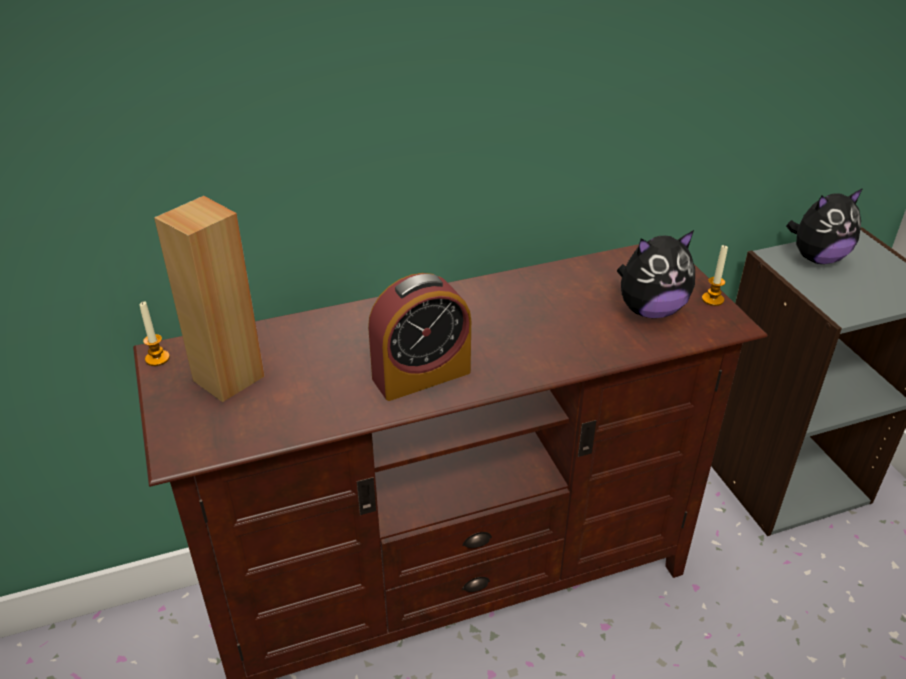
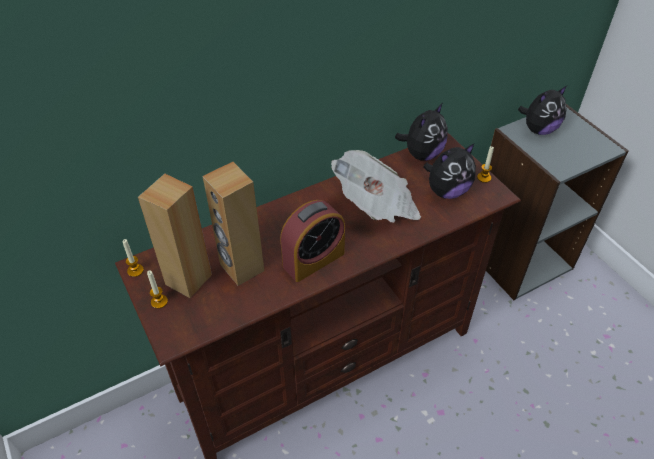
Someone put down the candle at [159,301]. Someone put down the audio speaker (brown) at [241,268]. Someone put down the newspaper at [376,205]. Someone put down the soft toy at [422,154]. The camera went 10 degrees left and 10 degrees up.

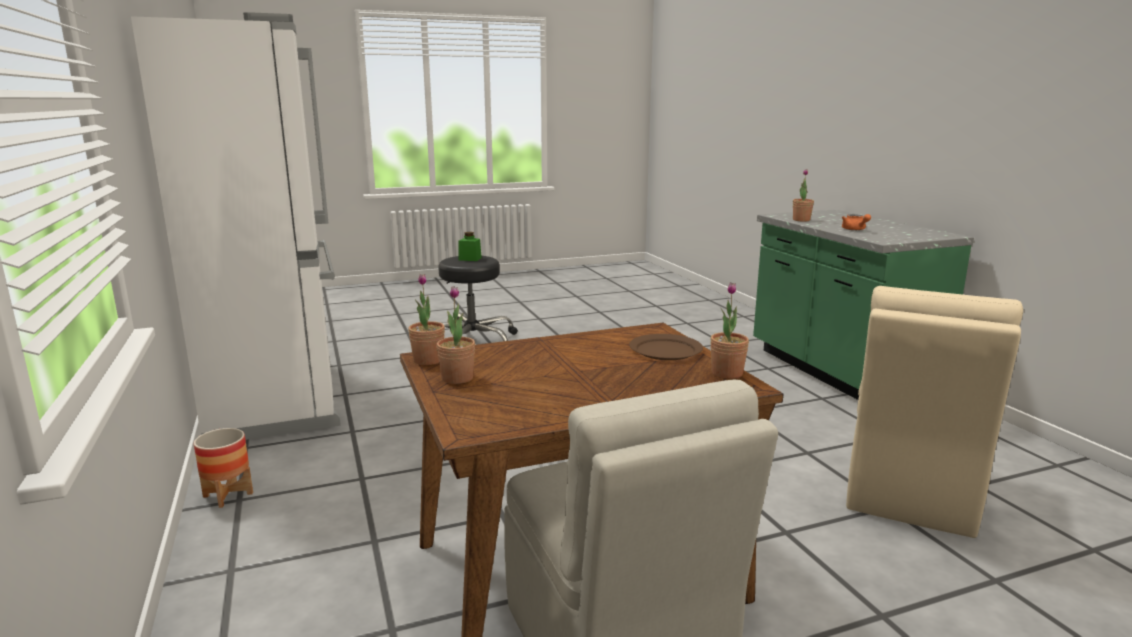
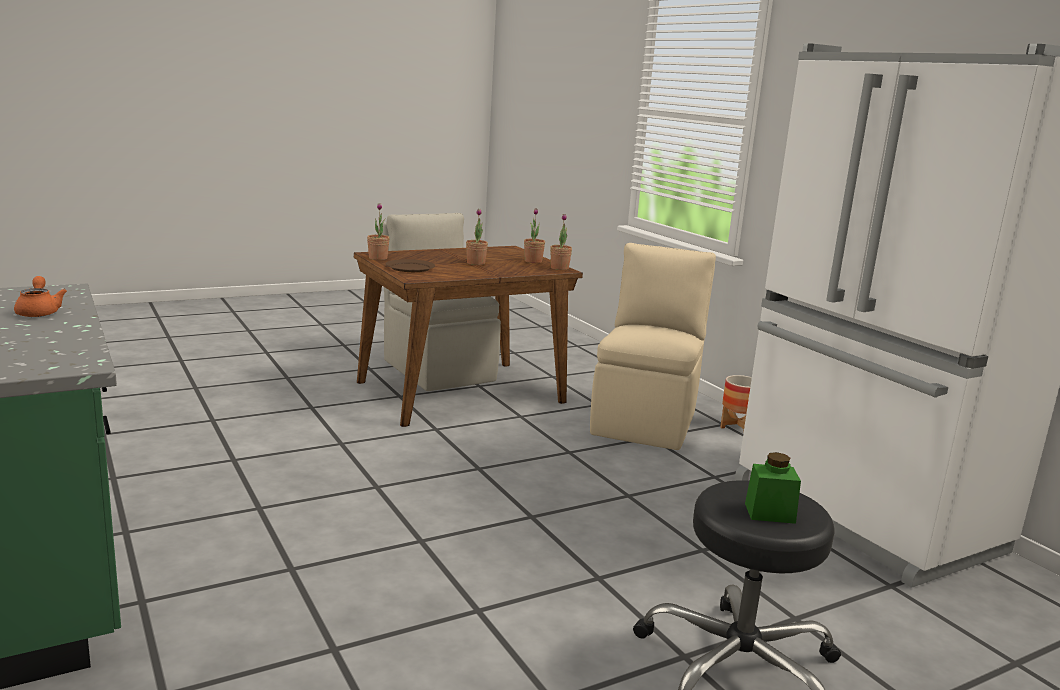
Someone carried the potted plant from [801,220] to [476,263]. Someone carried the upright chair (beige-coloured) from [909,491] to [645,421]. The camera went 170 degrees right and 0 degrees up.

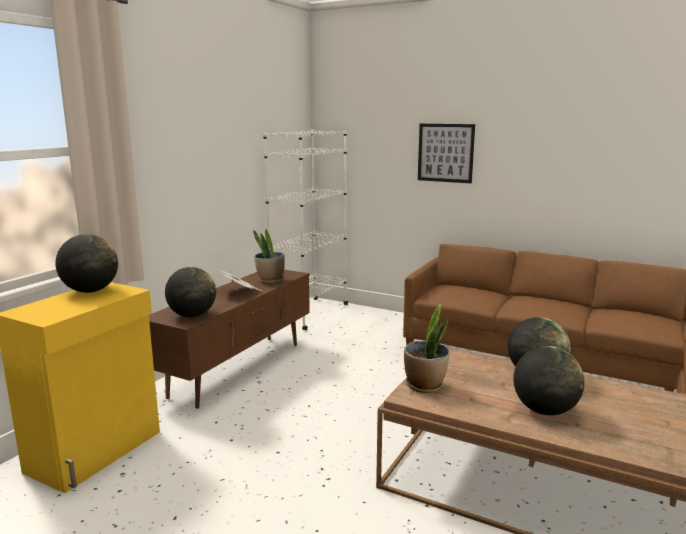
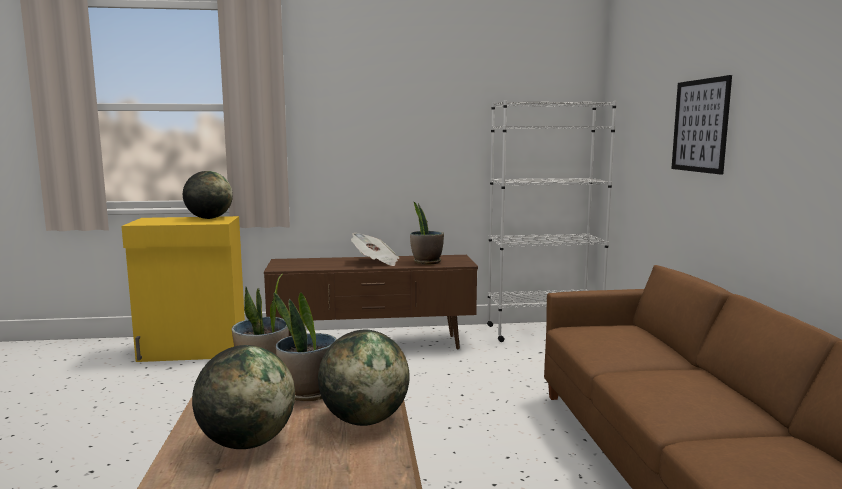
Someone put down the potted plant at [309,393]. Someone took away the globe at [192,315]. The camera went 55 degrees right and 5 degrees down.

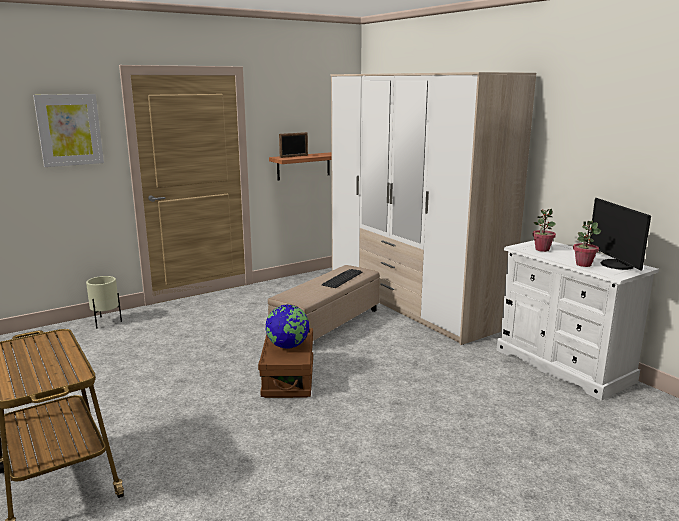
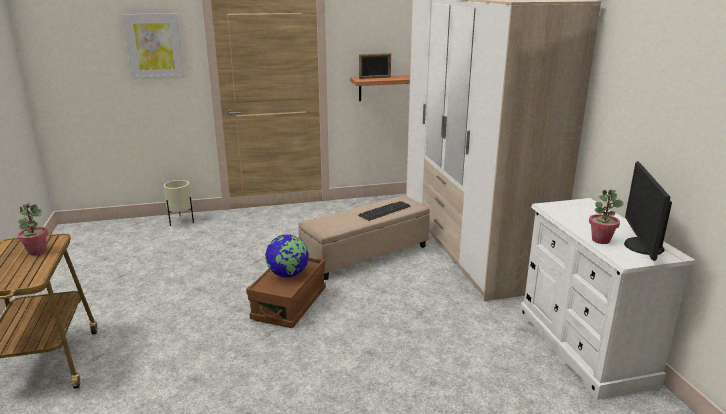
Someone carried the potted plant from [542,249] to [36,251]. The camera went 20 degrees right and 5 degrees up.

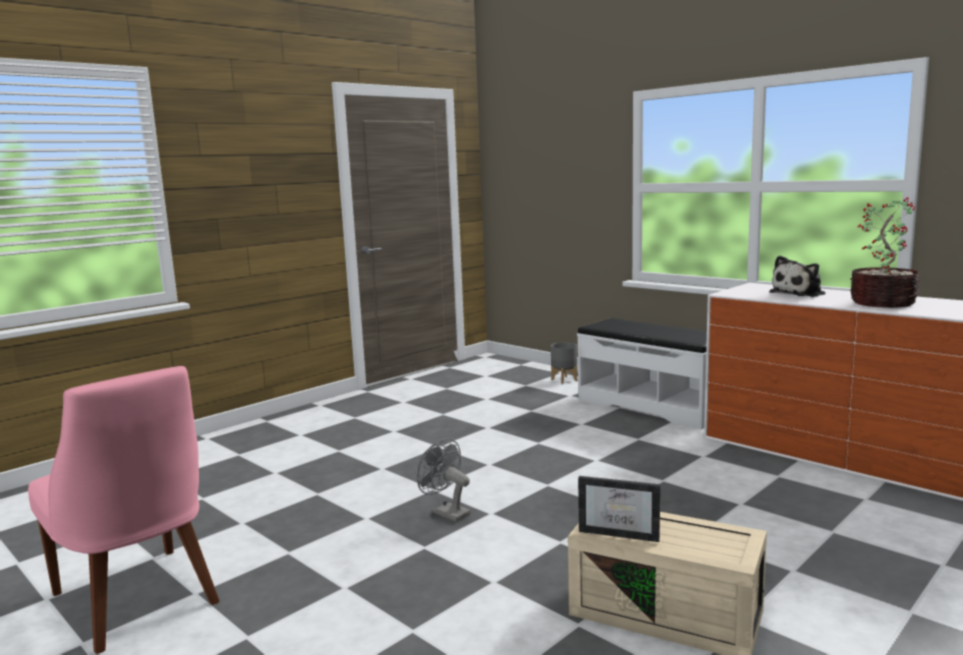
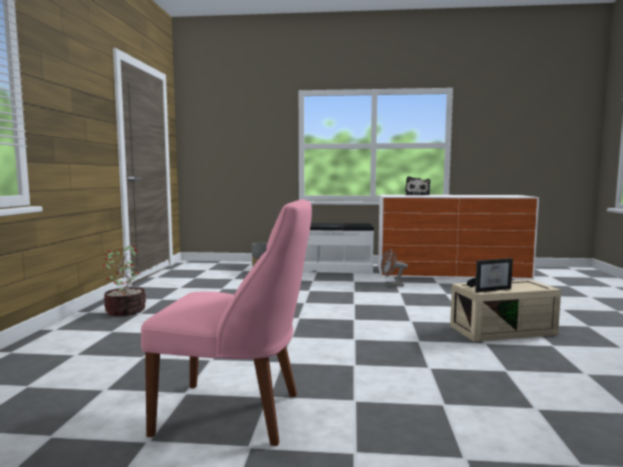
Someone carried the potted plant from [883,302] to [126,311]. Someone carried the electric fan (greyish) from [446,512] to [391,285]. The camera went 40 degrees left and 5 degrees down.

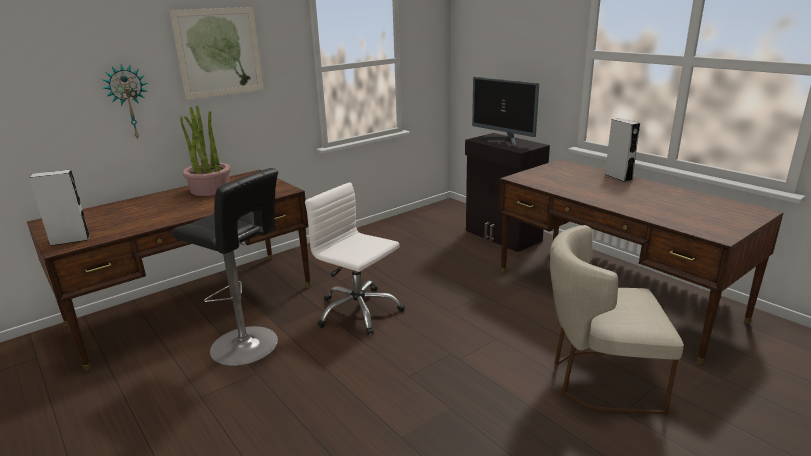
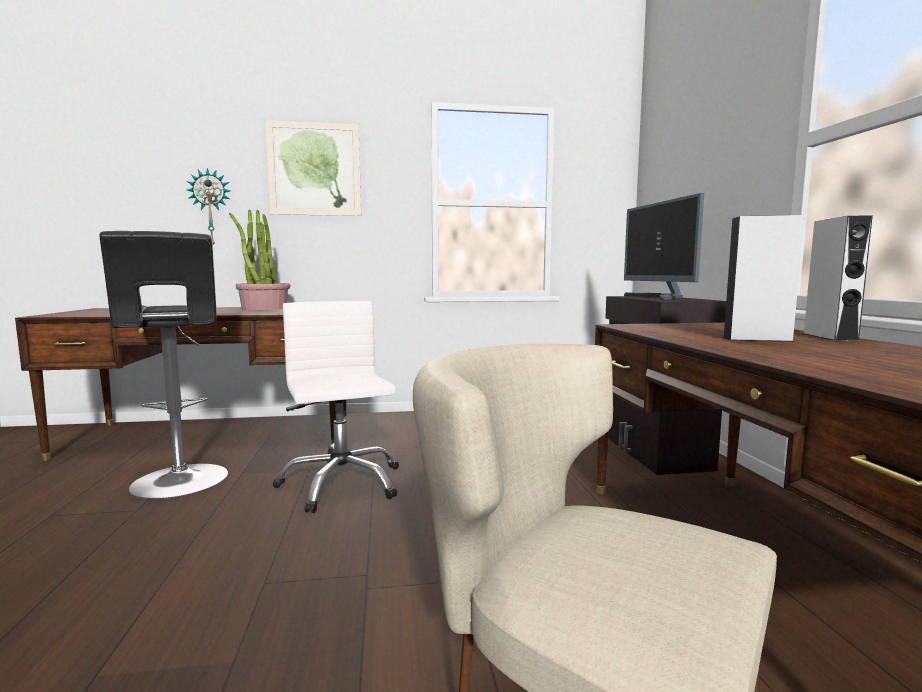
Someone carried the audio speaker (greyish) from [70,240] to [757,339]. The camera went 30 degrees right and 15 degrees down.

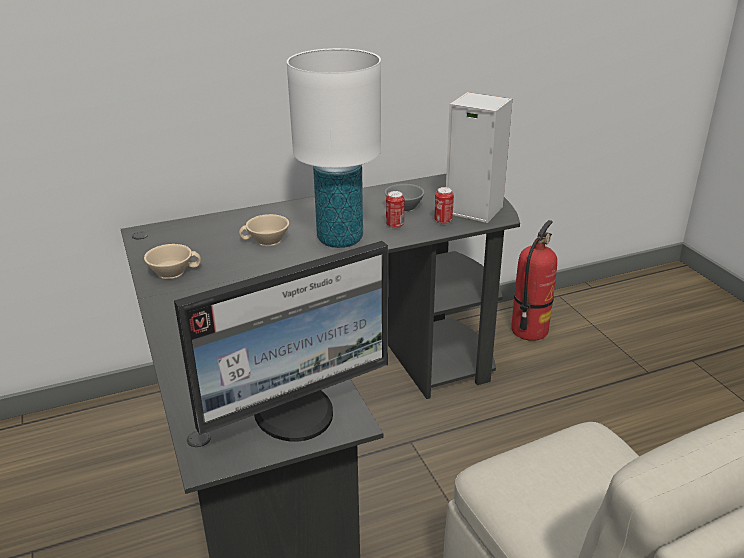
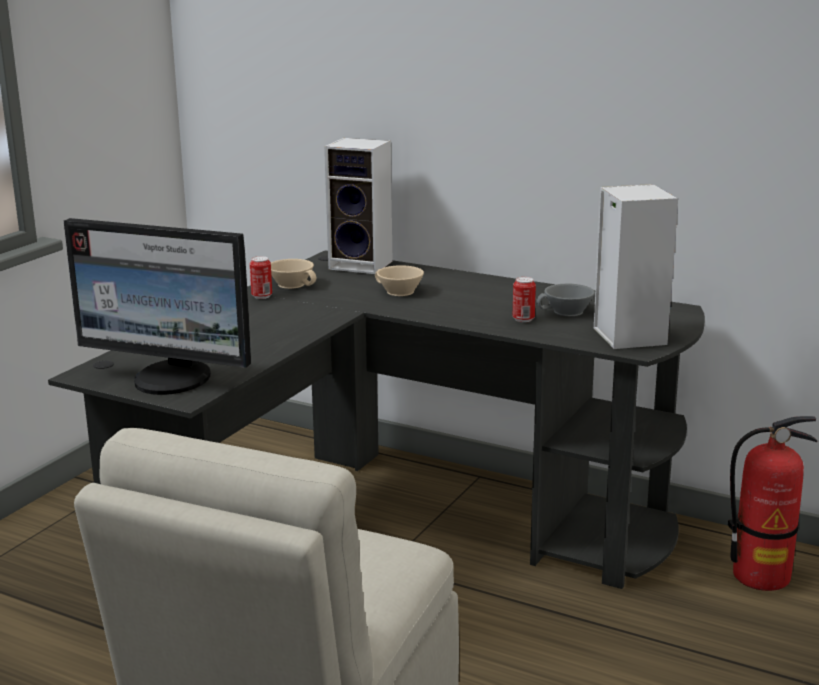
Someone carried the sealed can from [443,221] to [262,296]. Someone put down the audio speaker at [363,265]. Someone took away the table lamp (whitish) at [339,239]. The camera went 50 degrees right and 10 degrees down.

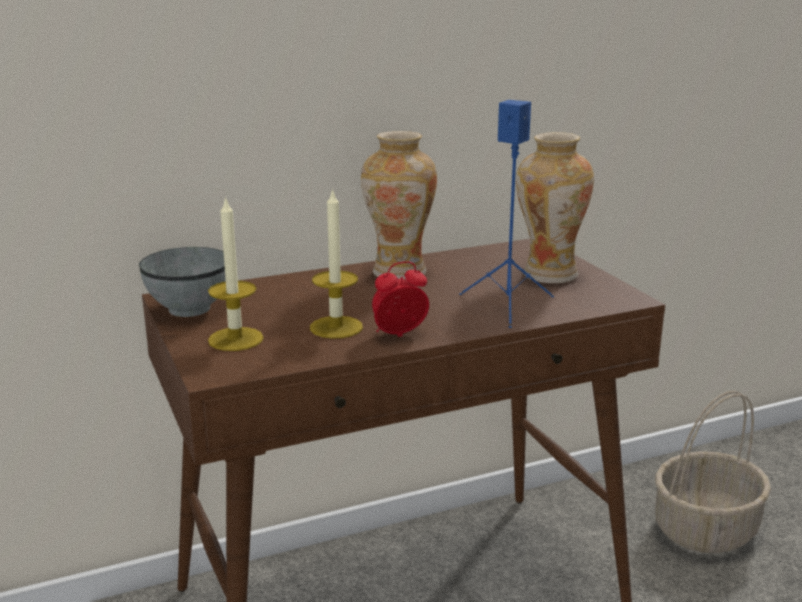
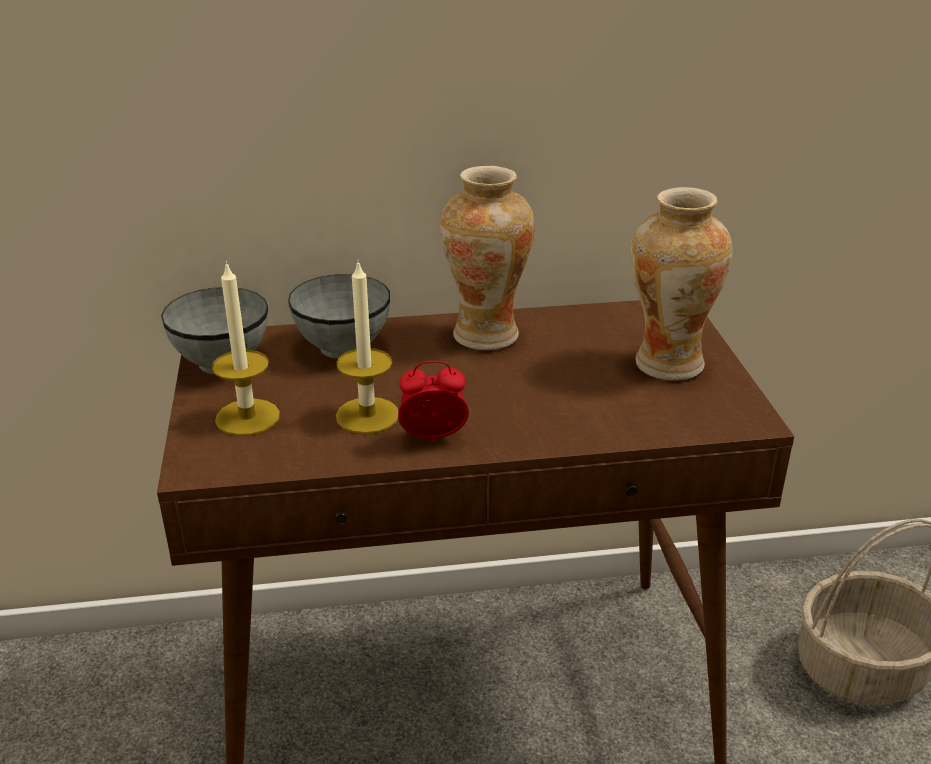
Someone put down the serving bowl (greyish) at [344,347]. Someone took away the audio speaker (blue) at [508,305]. The camera went 15 degrees right and 10 degrees up.

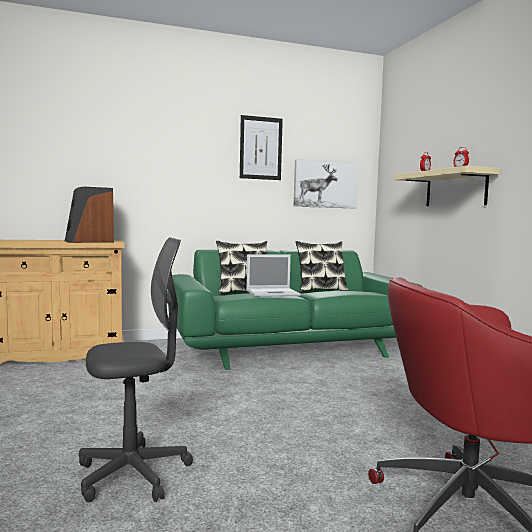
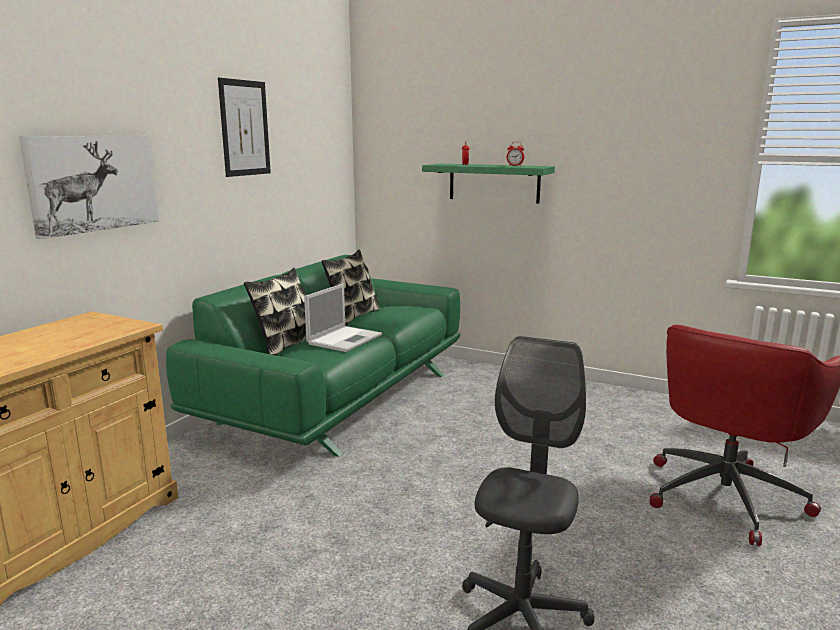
Someone carried the wall picture from [325,184] to [93,183]. Someone repainted the shelf (beige-coloured) at [455,189], which became the shelf (greenish) at [494,183]. Someone took away the audio speaker at [89,241]. The camera went 45 degrees left and 10 degrees up.

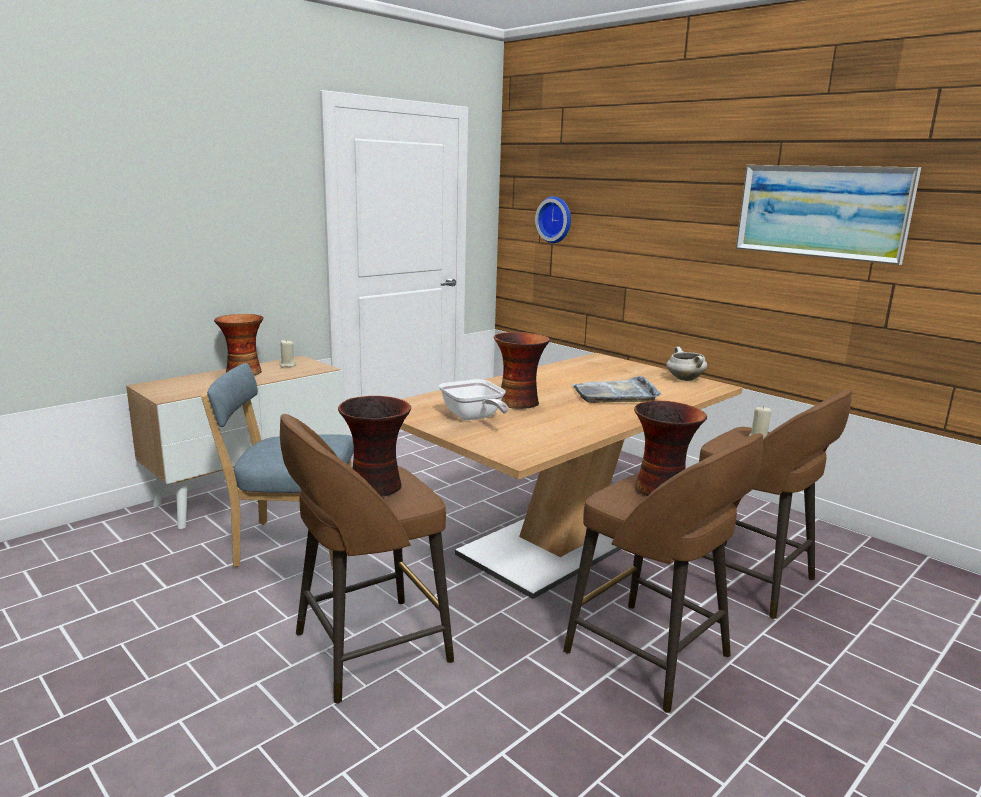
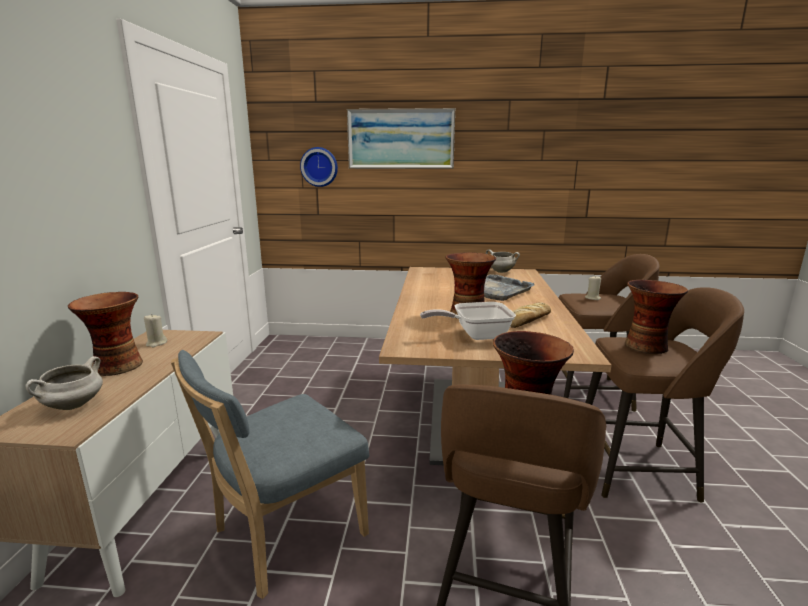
Someone put down the saucepot (whitish) at [73,406]. Someone carried the wall picture from [821,211] to [401,139]. Someone rotated the pan at [474,417] by 150 degrees clockwise. Someone put down the bakery bread at [528,320]. The camera went 40 degrees left and 0 degrees up.

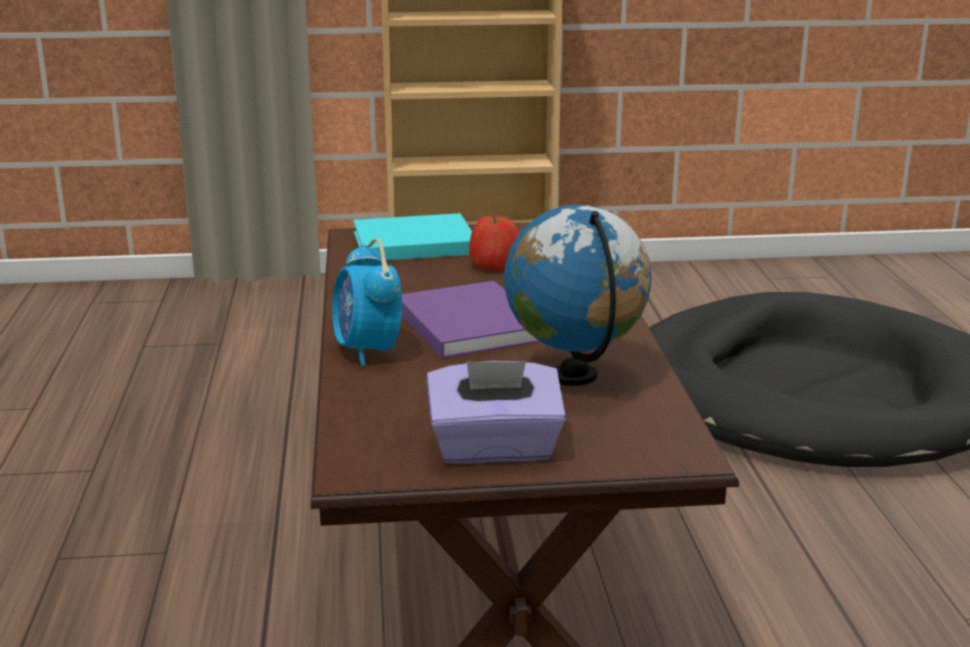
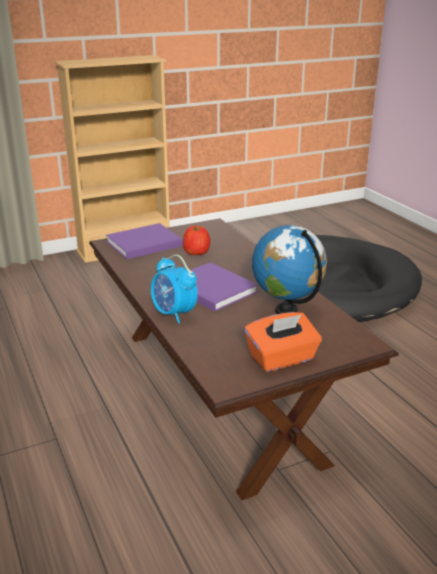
Someone repainted the volume (turquoise-coloured) at [410,243], which became the volume (purplish) at [142,244]. Someone repainted the tissue box (purplish) at [495,449], which became the tissue box (orange) at [282,359]. The camera went 20 degrees left and 5 degrees up.

